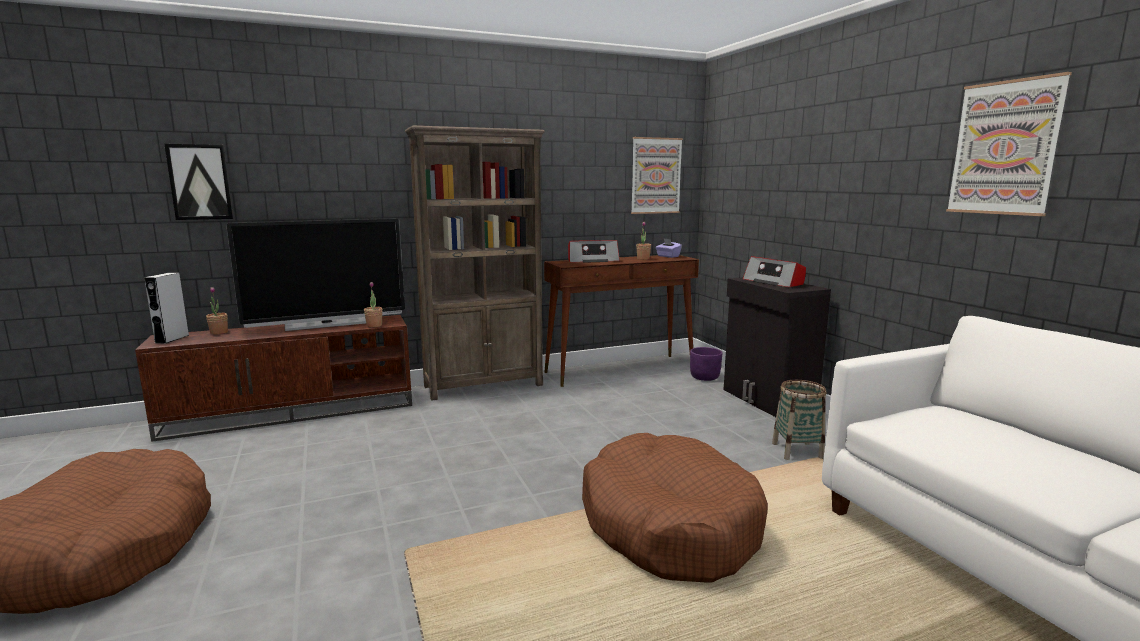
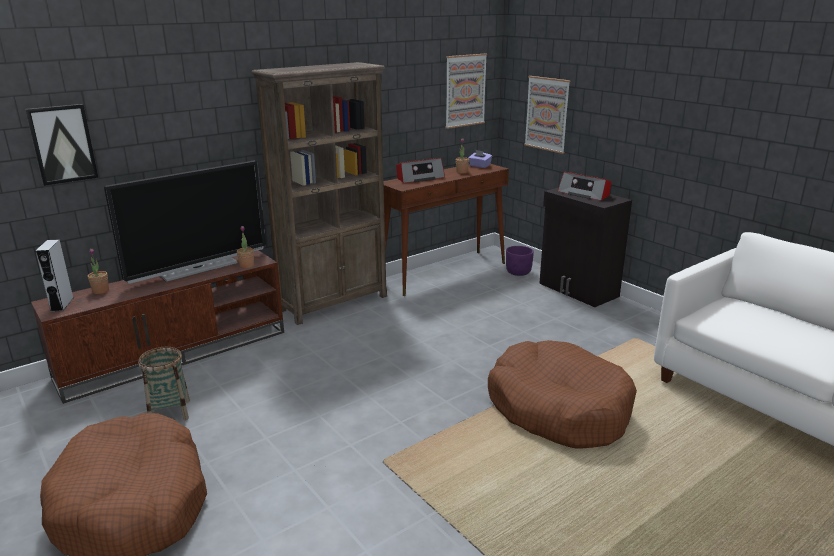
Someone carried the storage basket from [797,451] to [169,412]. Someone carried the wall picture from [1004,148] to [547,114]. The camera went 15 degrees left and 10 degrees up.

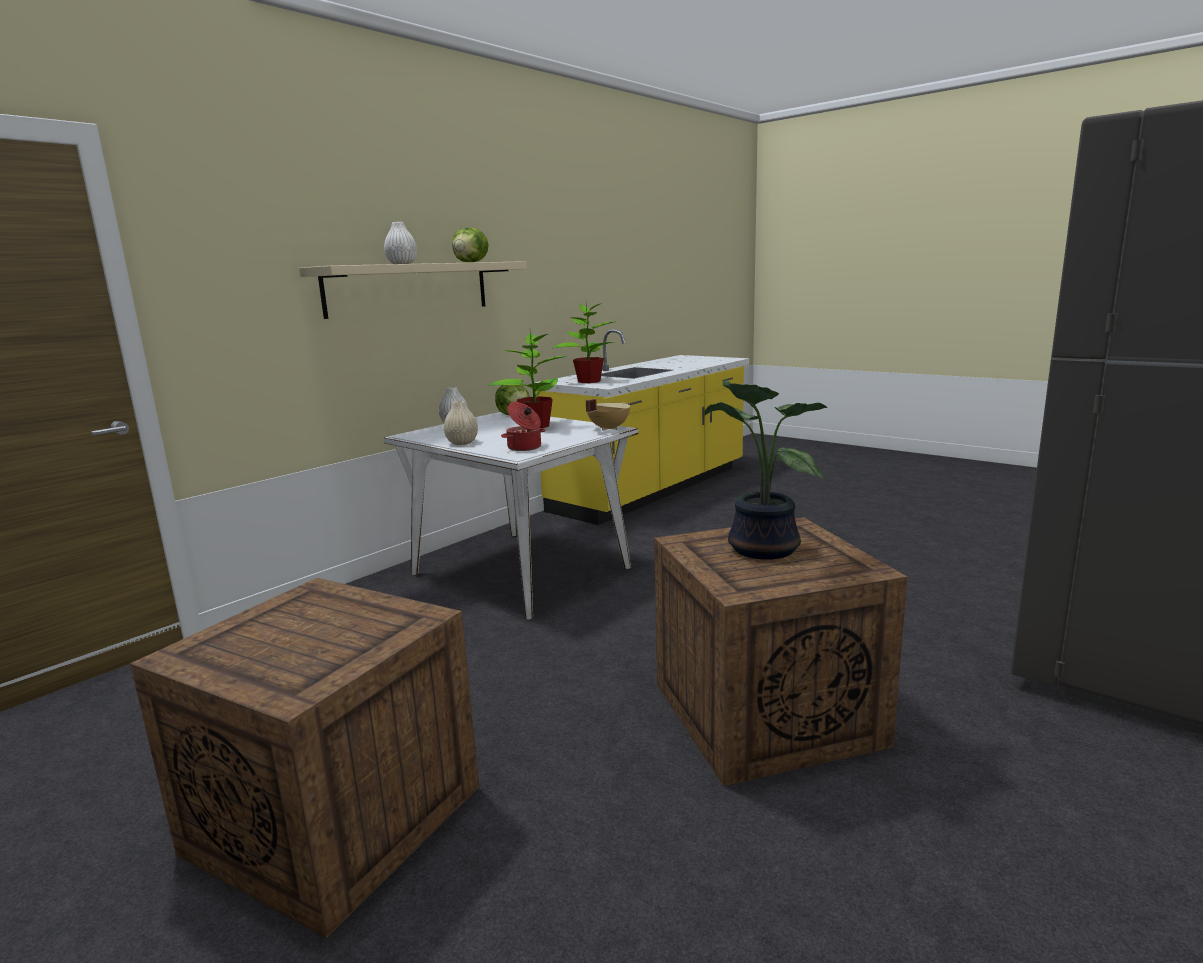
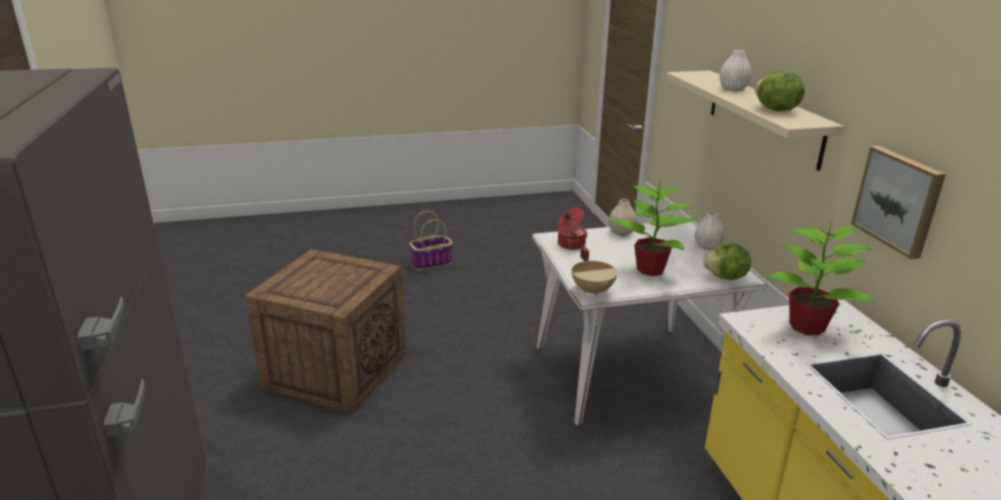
Someone swapped the shipping crate at [330,820] for the storage basket at [432,263]. Someone put up the wall picture at [899,200]. Someone took away the potted plant at [758,549]. The camera went 125 degrees right and 10 degrees up.

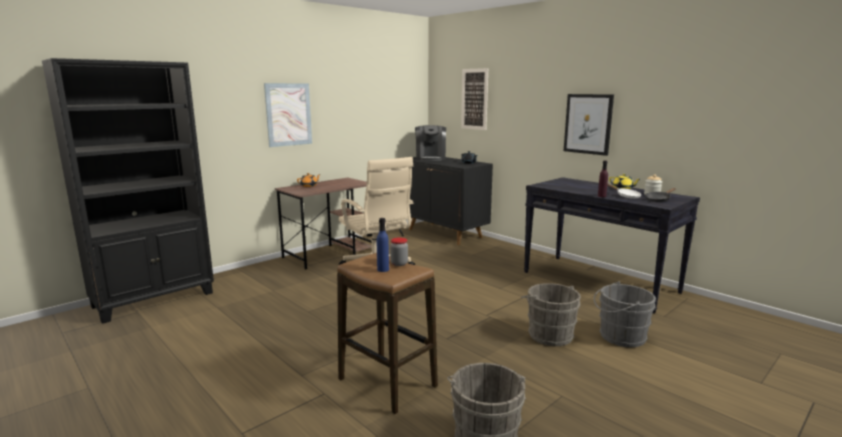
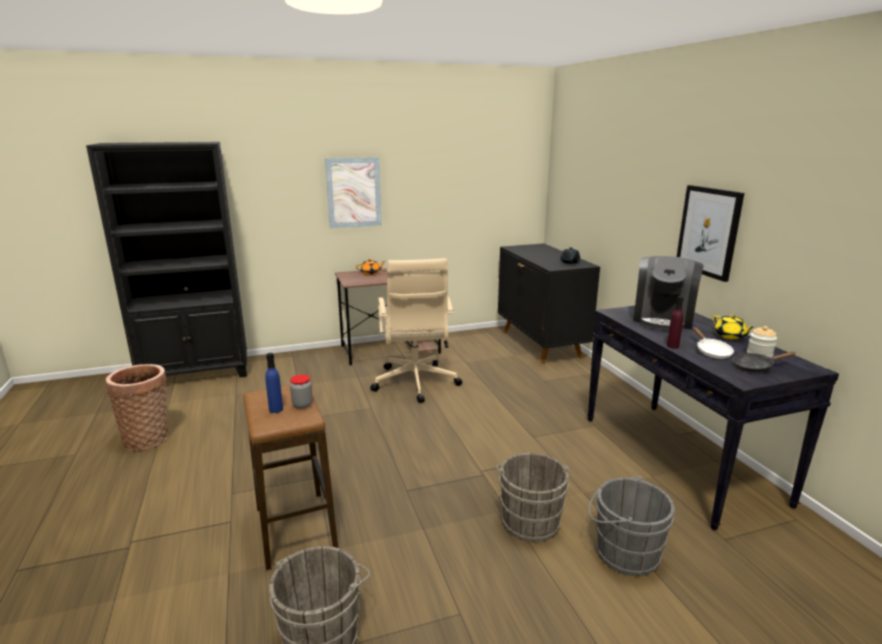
Someone put down the storage basket at [148,438]. Someone carried the coffee brewer from [430,158] to [663,319]. Someone took away the wall picture at [474,99]. The camera went 25 degrees right and 5 degrees up.

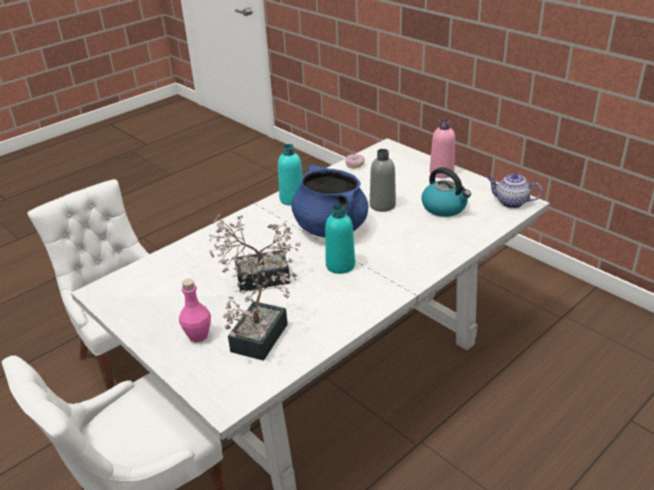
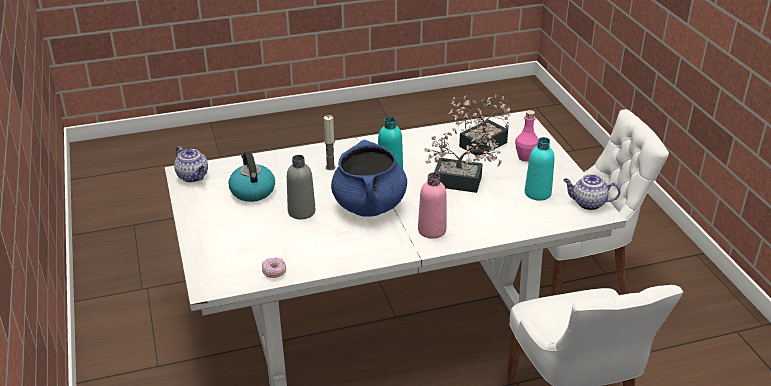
Someone put down the candle at [330,167]. Someone carried the drink bottle (pinkish) from [441,173] to [432,230]. Someone carried the drink bottle (turquoise-coloured) from [292,199] to [537,193]. Someone put down the teapot at [588,203]. The camera went 155 degrees left and 0 degrees up.

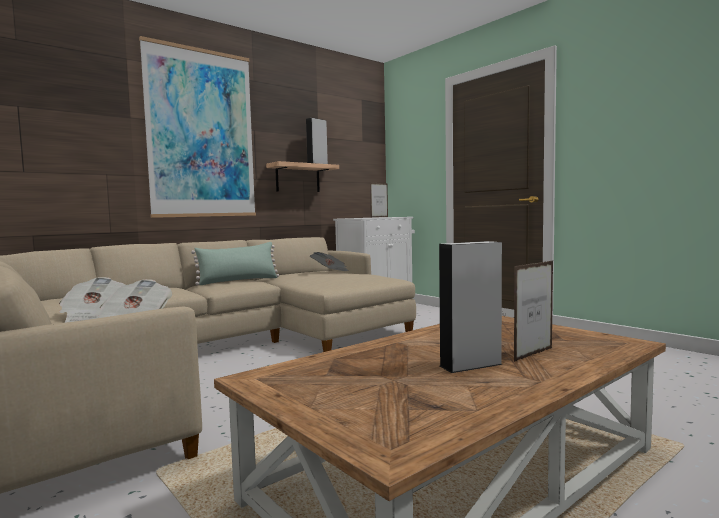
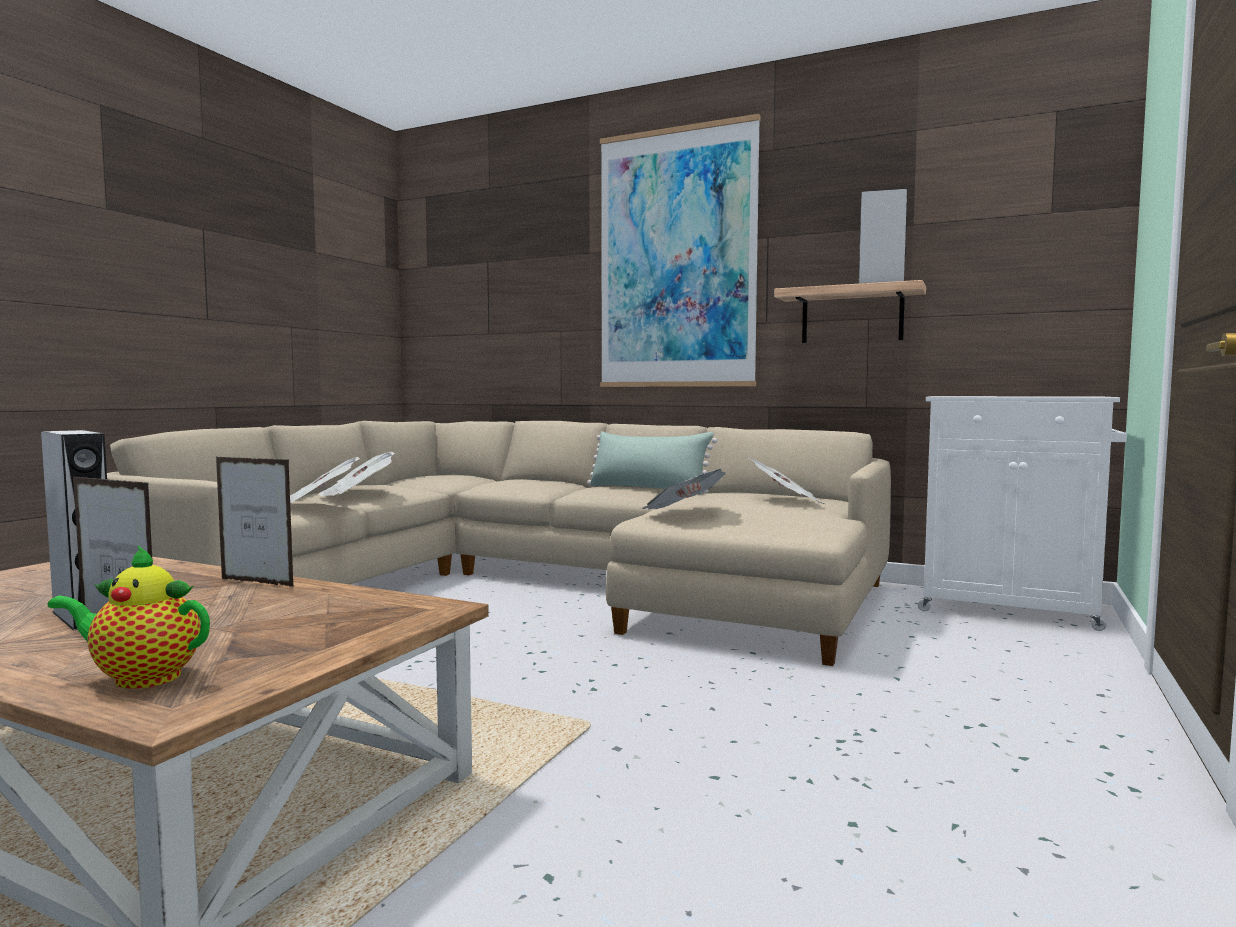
Someone put down the teapot at [141,678]. Someone carried the photo frame from [379,217] to [257,582]. Someone put down the newspaper at [683,513]. The camera went 65 degrees right and 0 degrees up.

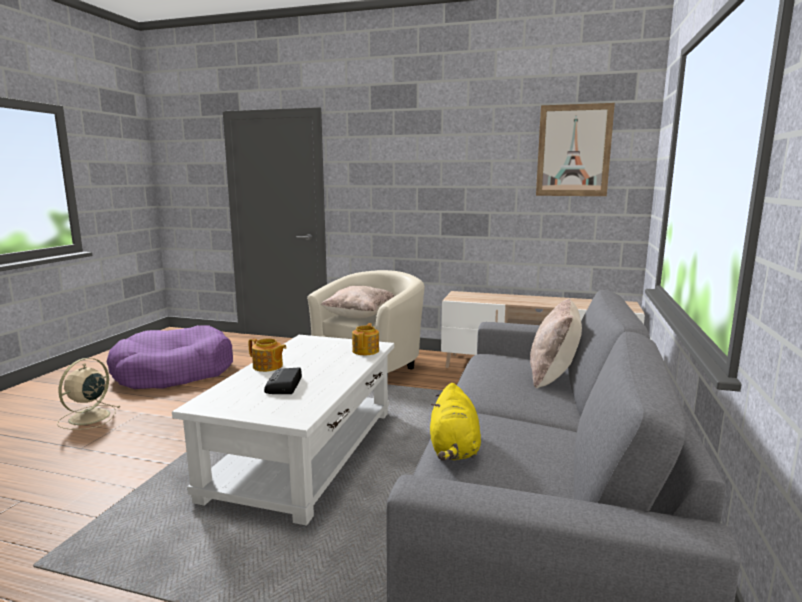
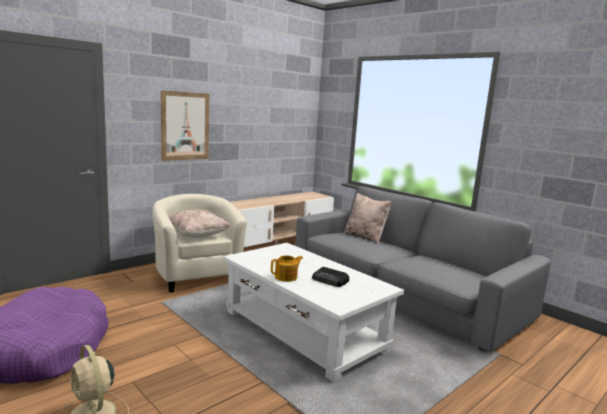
Someone carried the wall picture from [573,151] to [185,126]. Someone took away the teapot at [366,351]. Someone took away the soft toy (yellow) at [454,449]. The camera went 60 degrees left and 0 degrees up.

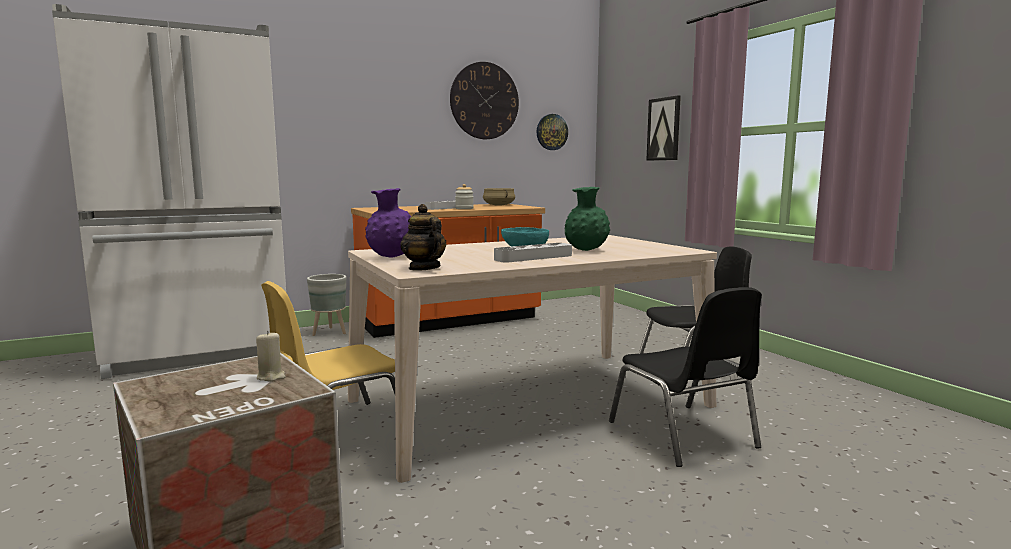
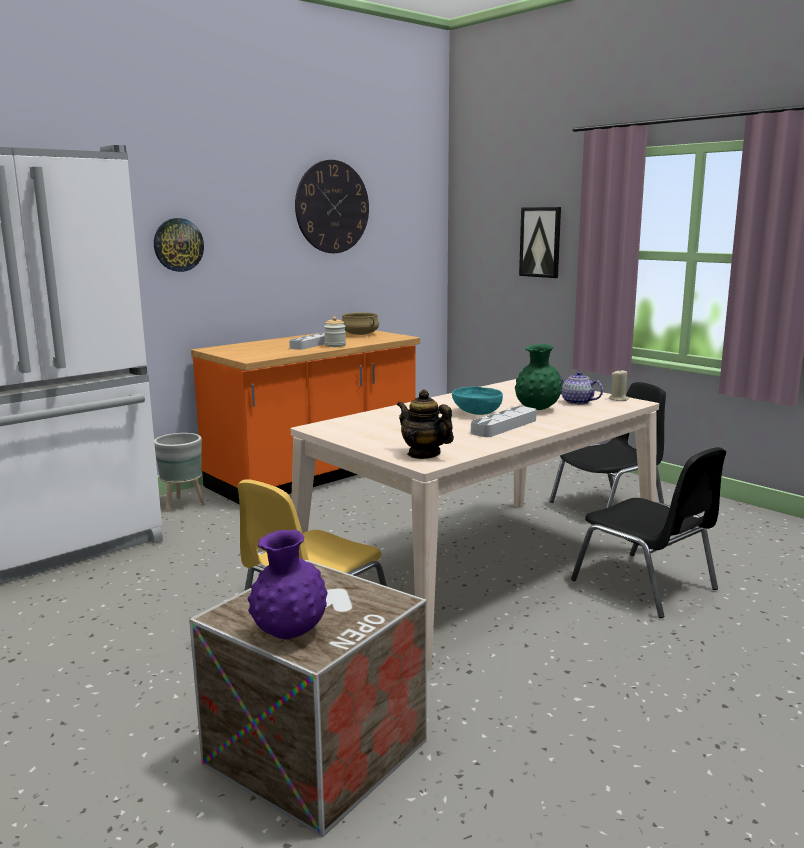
Someone carried the hanging clock from [551,132] to [178,245]. Someone carried the vase (purplish) from [391,257] to [289,634]. Someone put down the teapot at [577,402]. Someone carried the candle (beige-coloured) from [271,377] to [618,399]. The camera went 15 degrees left and 5 degrees up.

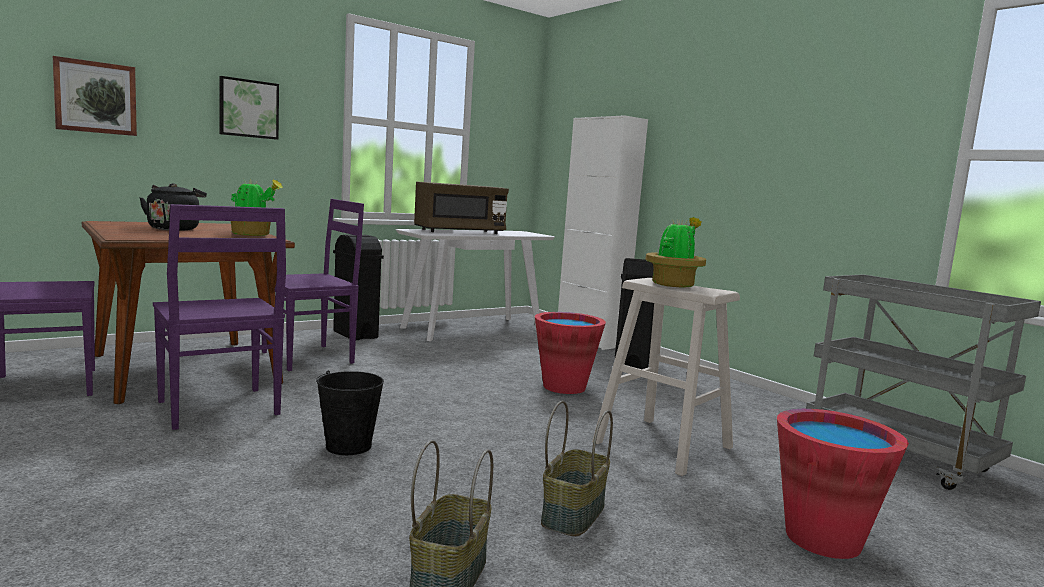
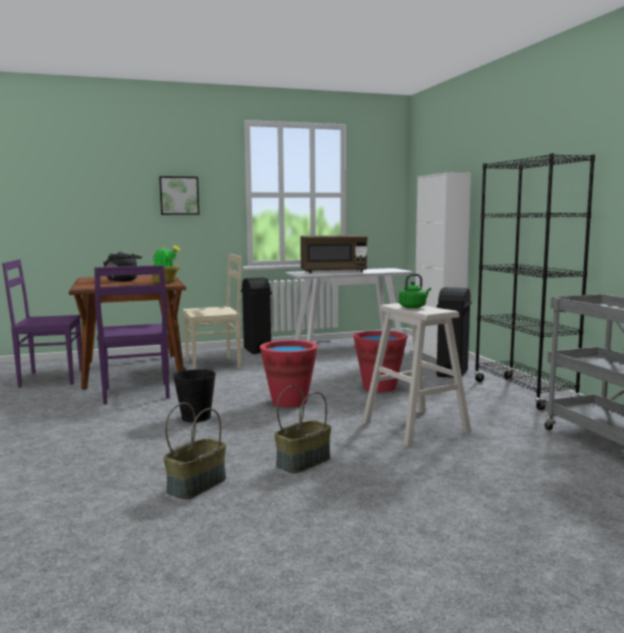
Someone repainted the upright chair (purplish) at [310,357], which became the upright chair (beige-coloured) at [214,364]. Someone carried the water bucket (red) from [822,539] to [289,402]. Someone swapped the potted plant at [674,285] for the water kettle (greenish) at [413,307]. Someone put down the shelving unit (black-coloured) at [523,393]. Someone took away the wall picture at [95,97]. The camera went 20 degrees right and 0 degrees up.

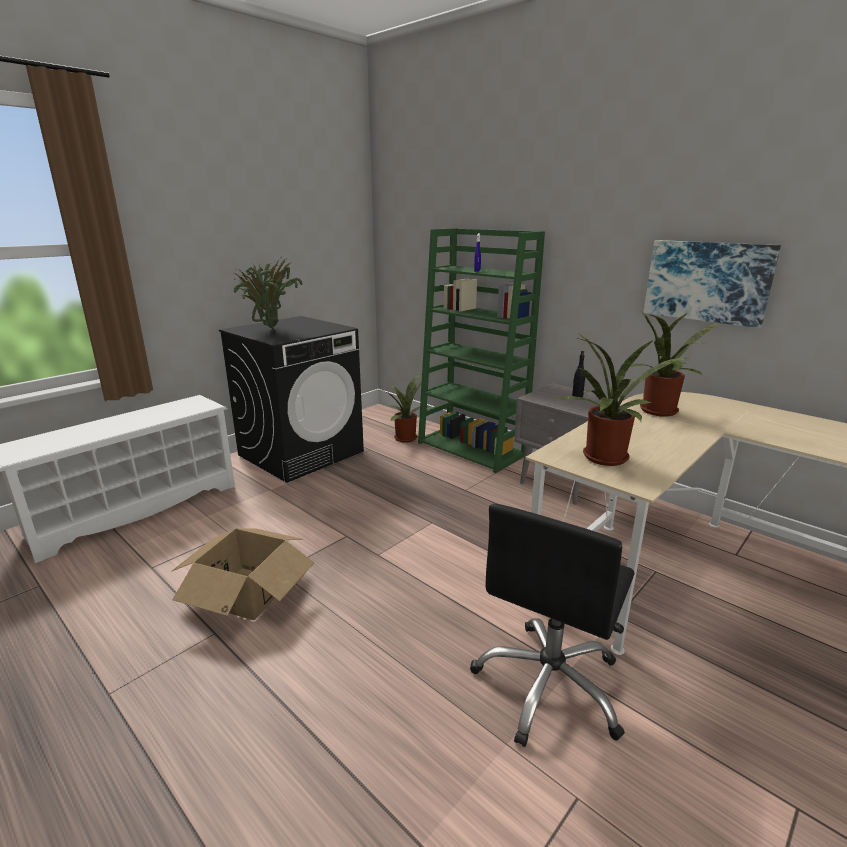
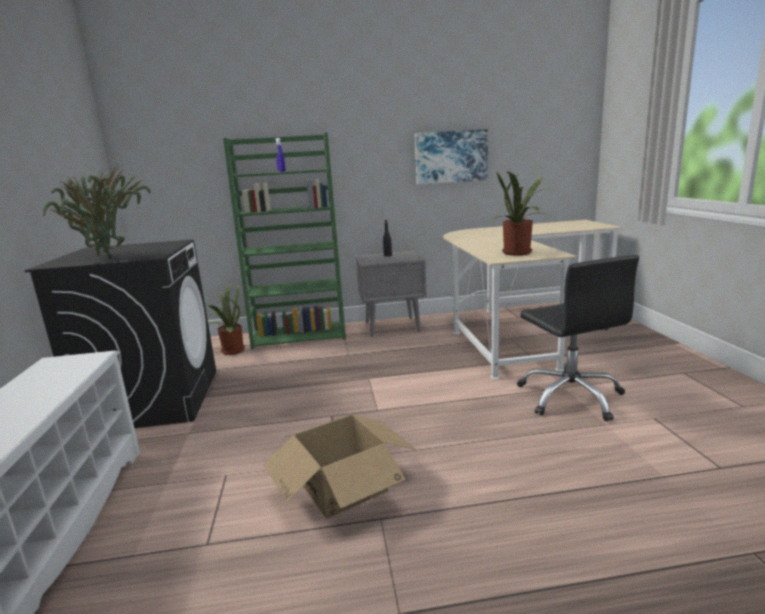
Someone took away the potted plant at [660,412]. The camera went 50 degrees left and 5 degrees down.

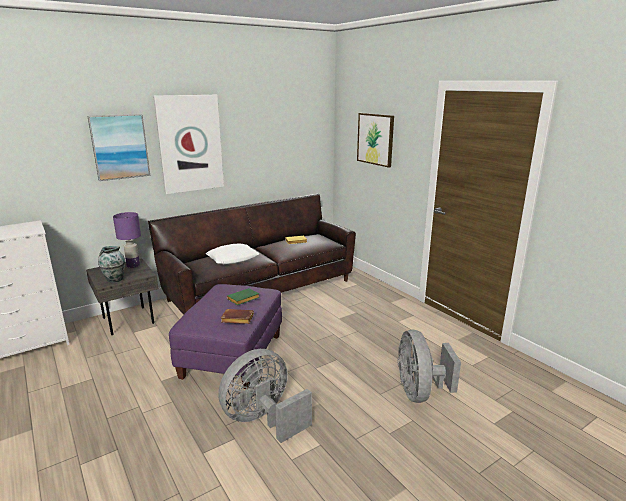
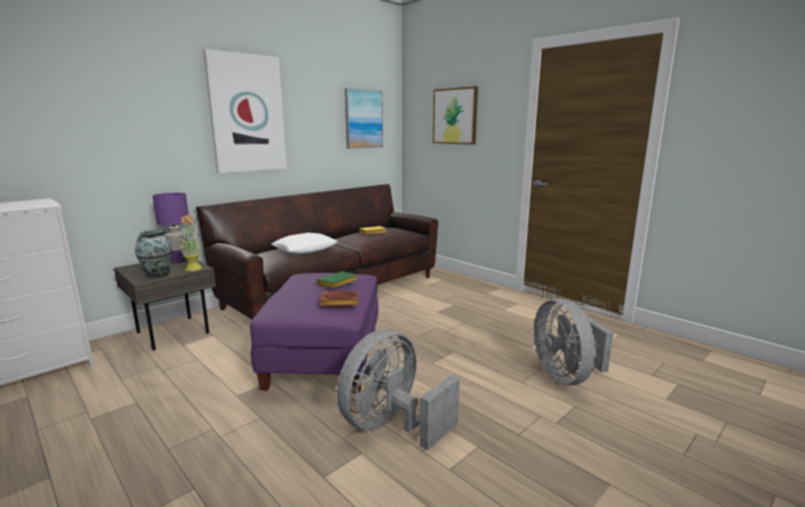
Someone put down the potted plant at [194,269]. Someone carried the wall picture from [120,147] to [363,119]. The camera went 10 degrees left and 5 degrees down.

